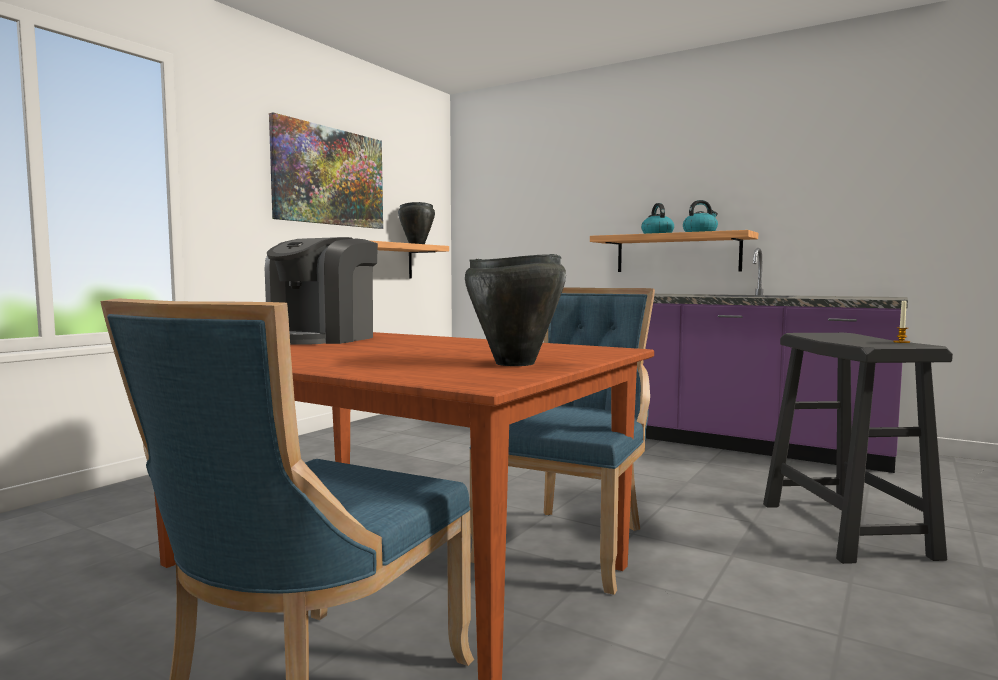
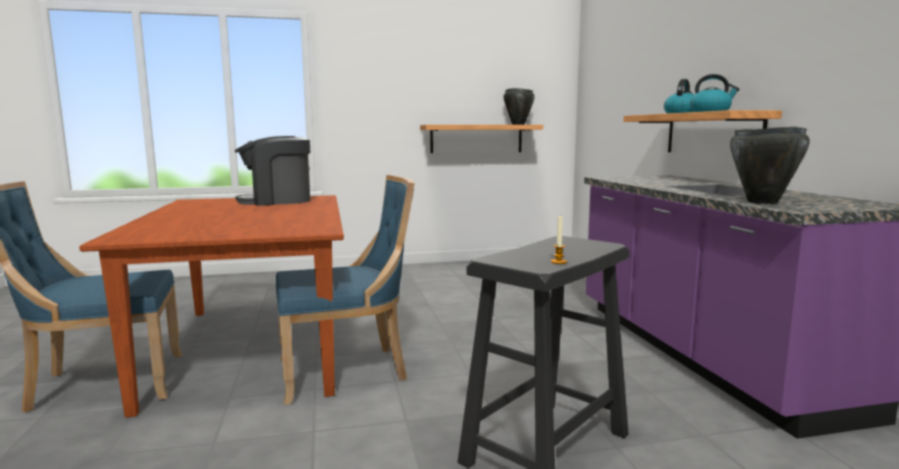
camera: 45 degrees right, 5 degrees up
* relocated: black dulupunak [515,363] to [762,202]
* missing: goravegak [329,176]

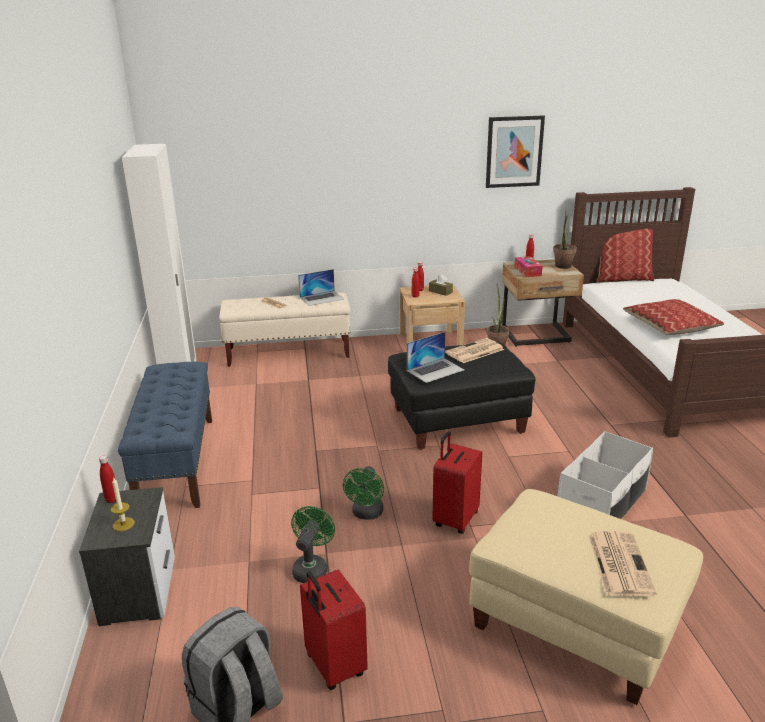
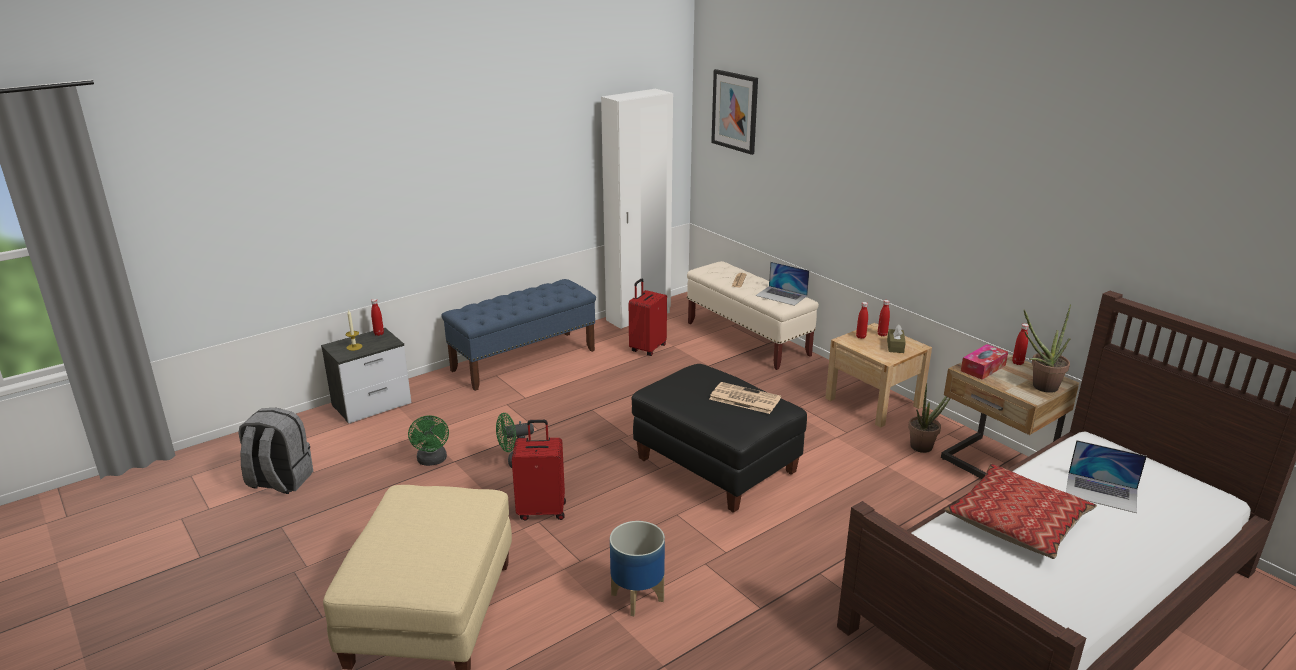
camera: 60 degrees right, 0 degrees up
* spun: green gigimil [311,568] = [432,461] 90 degrees clockwise
* exchanged: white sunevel [602,503] to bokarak [638,597]
* relocated: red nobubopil [334,666] to [647,348]
* relocated: goravegak [514,151] to [735,111]
* relocated: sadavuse [435,370] to [1101,492]
* missing: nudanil [619,563]
* missing: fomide [622,278]

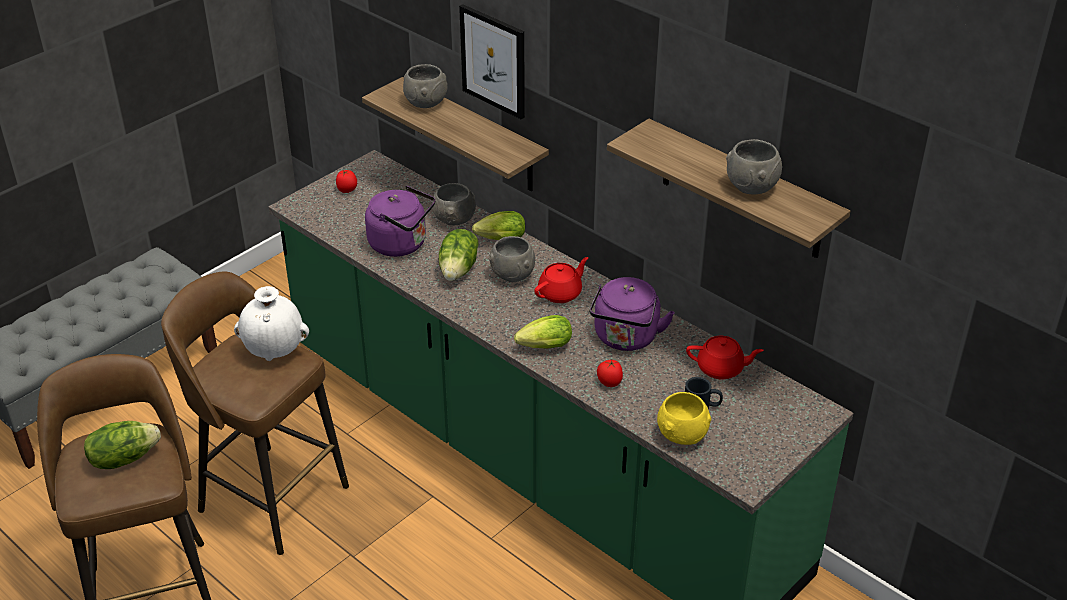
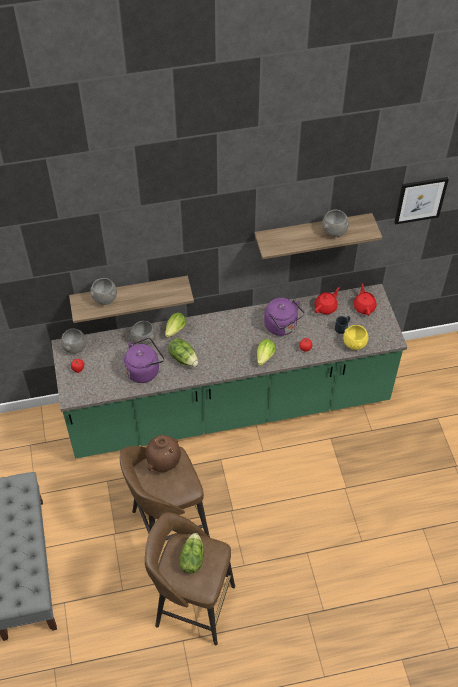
camera: 55 degrees left, 15 degrees up
* relocated: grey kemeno [511,276] to [74,348]
* colour: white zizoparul [275,352] to brown zizoparul [164,462]
* relocated: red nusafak [561,293] to [364,306]
* relocated: goravegak [493,61] to [420,200]

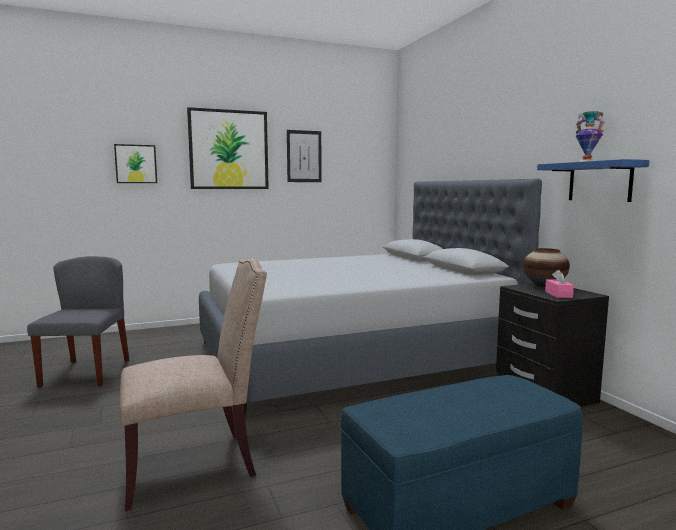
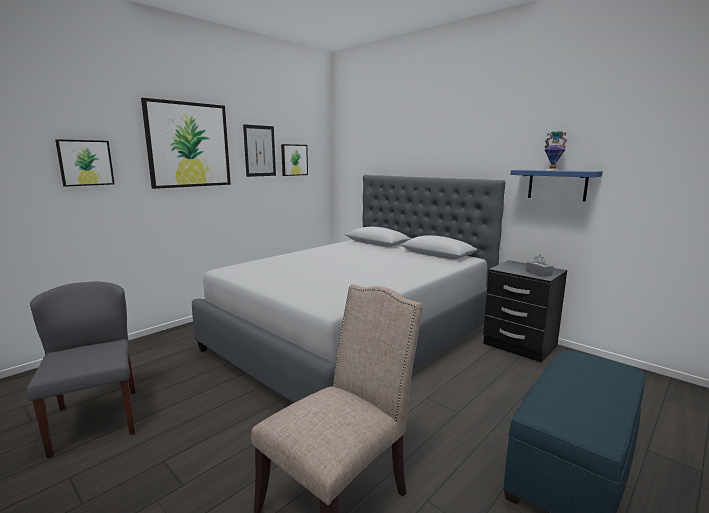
camera: 25 degrees left, 5 degrees up
* appeared: goravegak [294,160]
* colour: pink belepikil [558,294] to grey belepikil [538,273]
* missing: zizoparul [544,285]

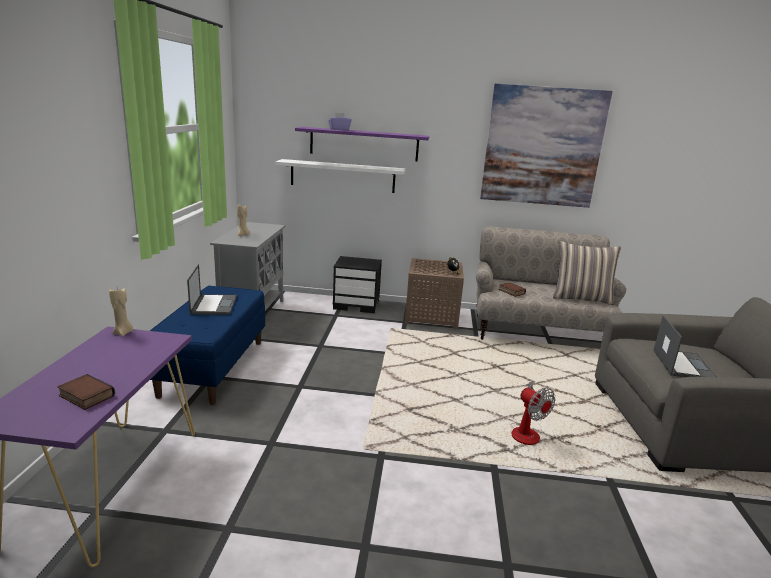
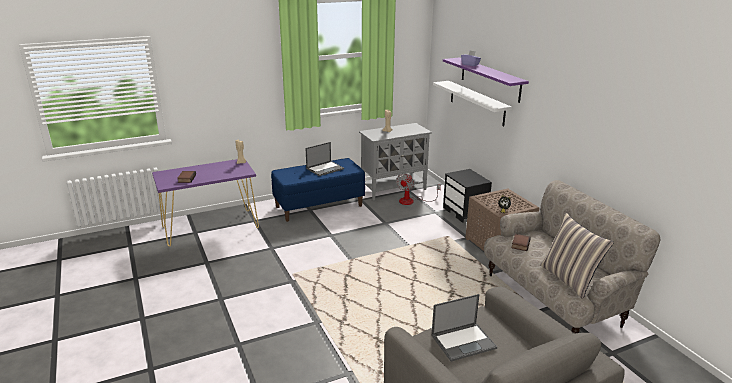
camera: 60 degrees right, 5 degrees up
* relocated: gigimil [526,431] to [411,201]
* missing: goravegak [542,147]

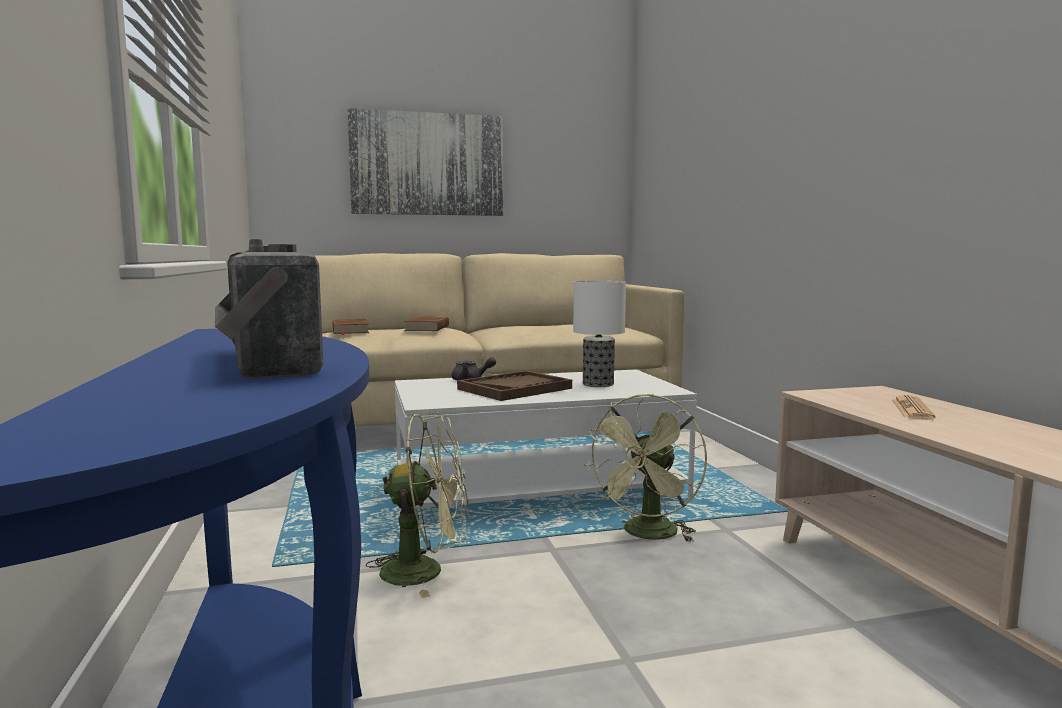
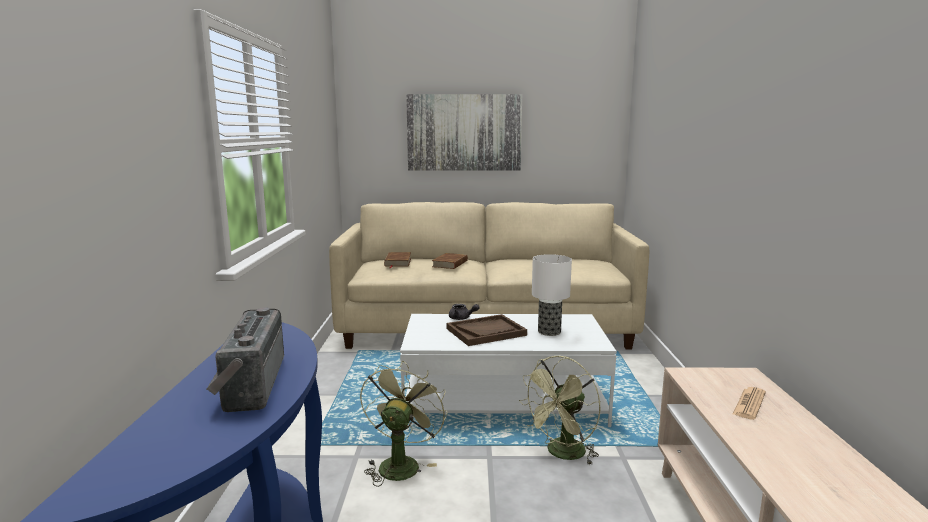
camera: 15 degrees right, 5 degrees up
* spun: green gigimil [426,571] = [400,463] 90 degrees counterclockwise

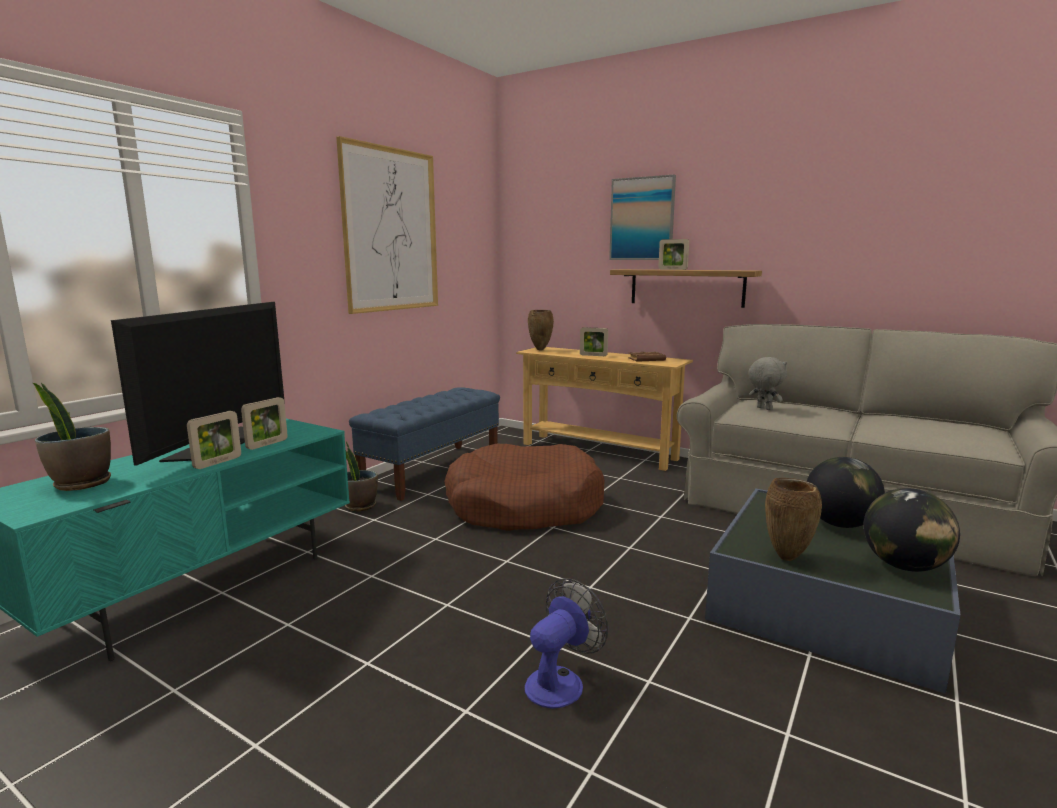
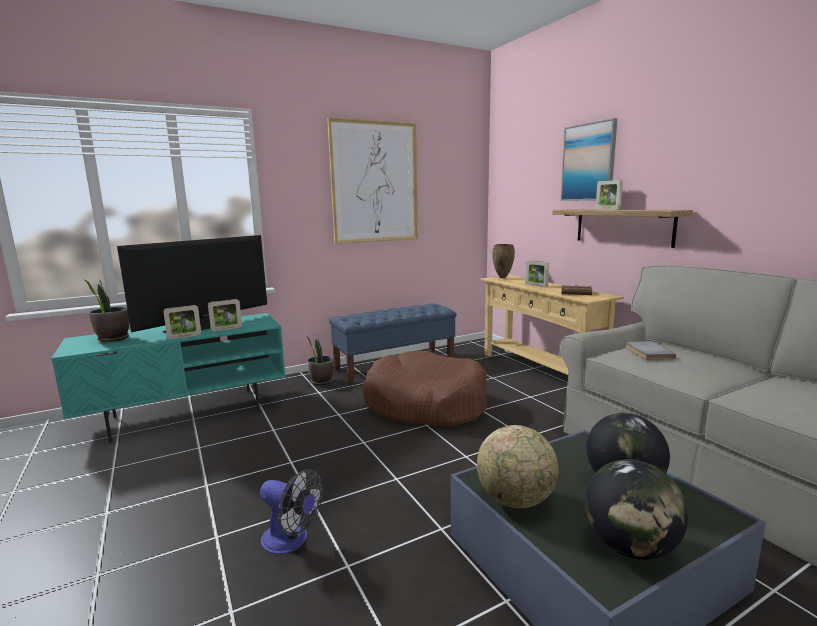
camera: 30 degrees right, 0 degrees up
* spun: gigimil [560,681] = [291,540] 45 degrees clockwise
* exchanged: brown zizoparul [788,558] to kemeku [516,500]
* exchanged: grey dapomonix [763,408] to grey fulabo [647,352]

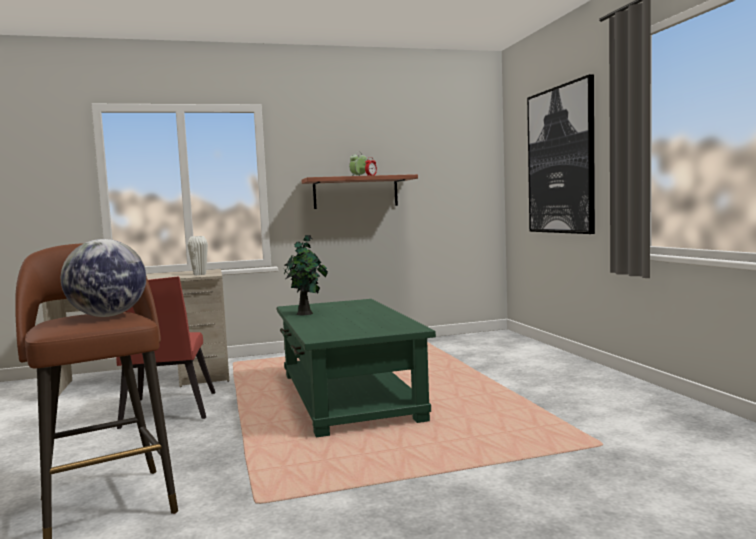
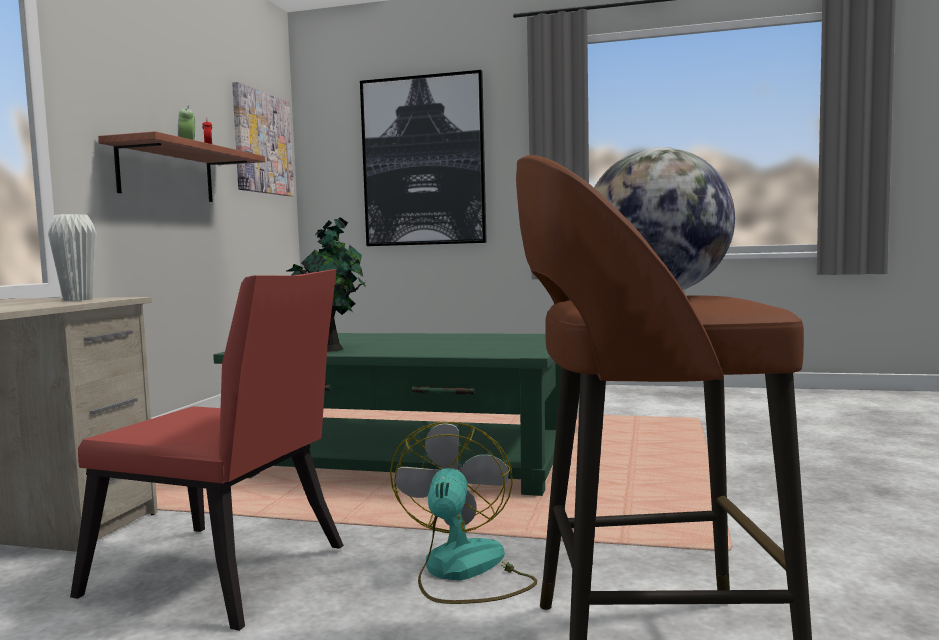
camera: 60 degrees left, 0 degrees up
* appeared: goravegak [262,143]
* appeared: gigimil [463,572]

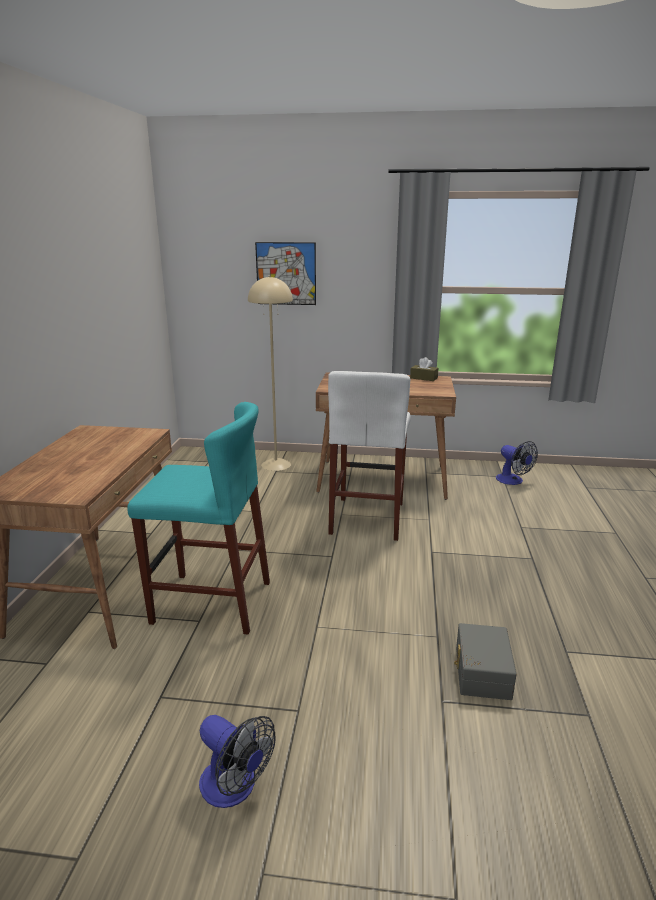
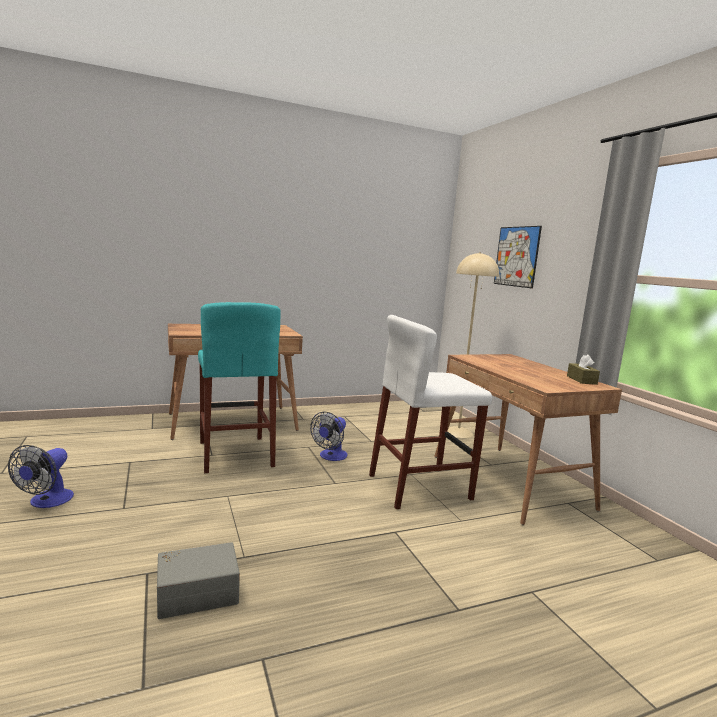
camera: 60 degrees right, 10 degrees down
* relocated: gigimil [513,481] to [330,457]

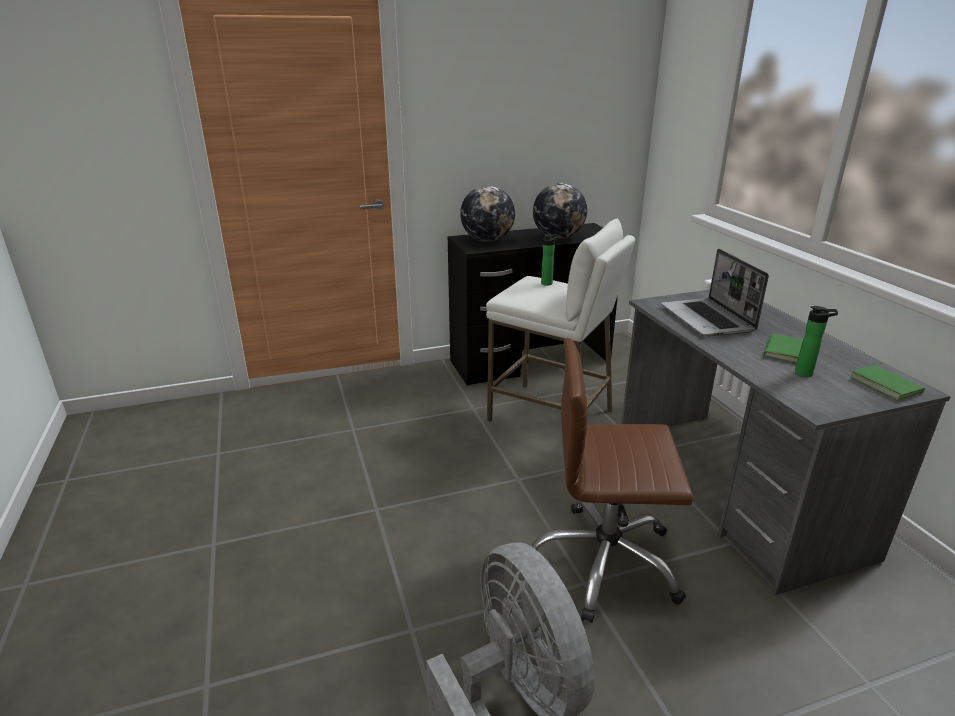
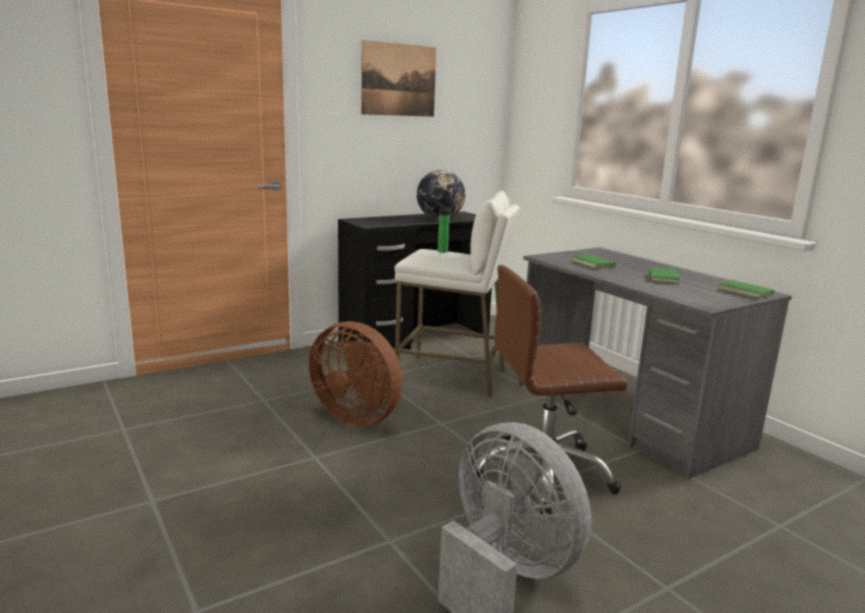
camera: 15 degrees left, 10 degrees down
* appeared: brown gigimil [359,416]
* appeared: goravegak [399,80]
* exchanged: sadavuse [708,319] to green fulabo [594,264]
* missing: kemeku [487,240]
* missing: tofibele [806,374]

